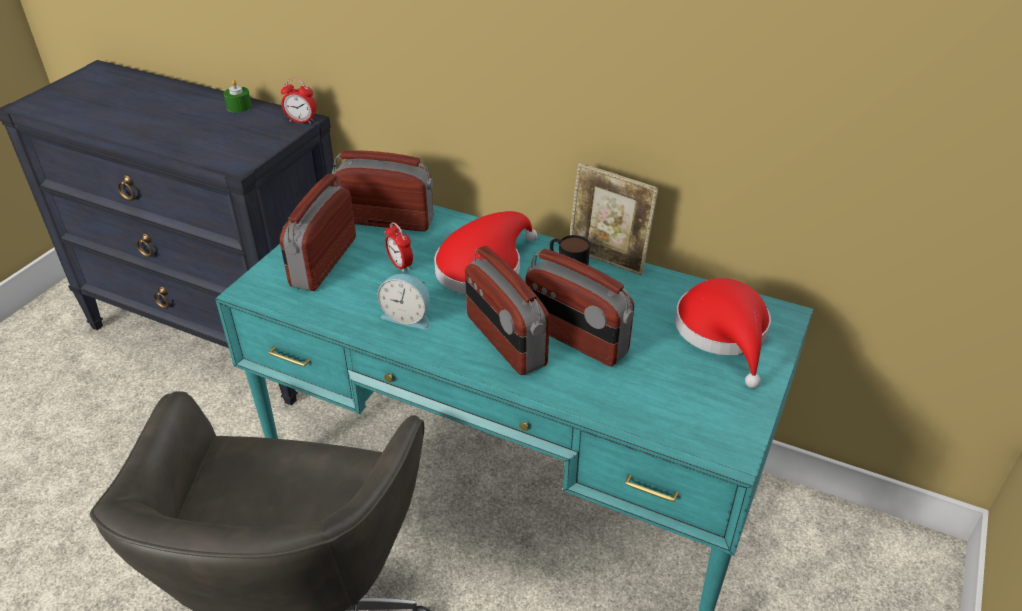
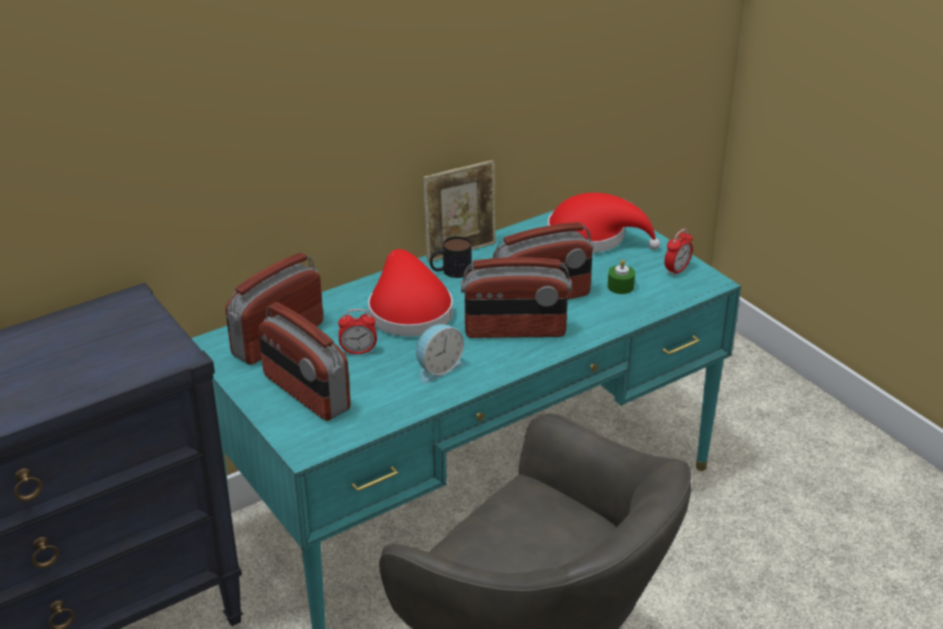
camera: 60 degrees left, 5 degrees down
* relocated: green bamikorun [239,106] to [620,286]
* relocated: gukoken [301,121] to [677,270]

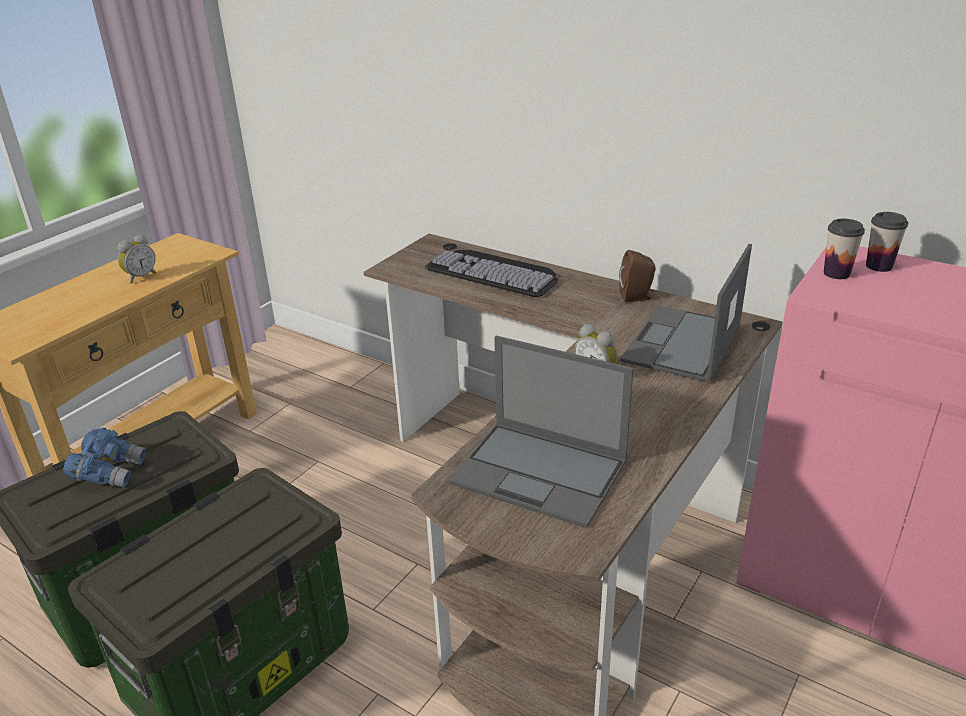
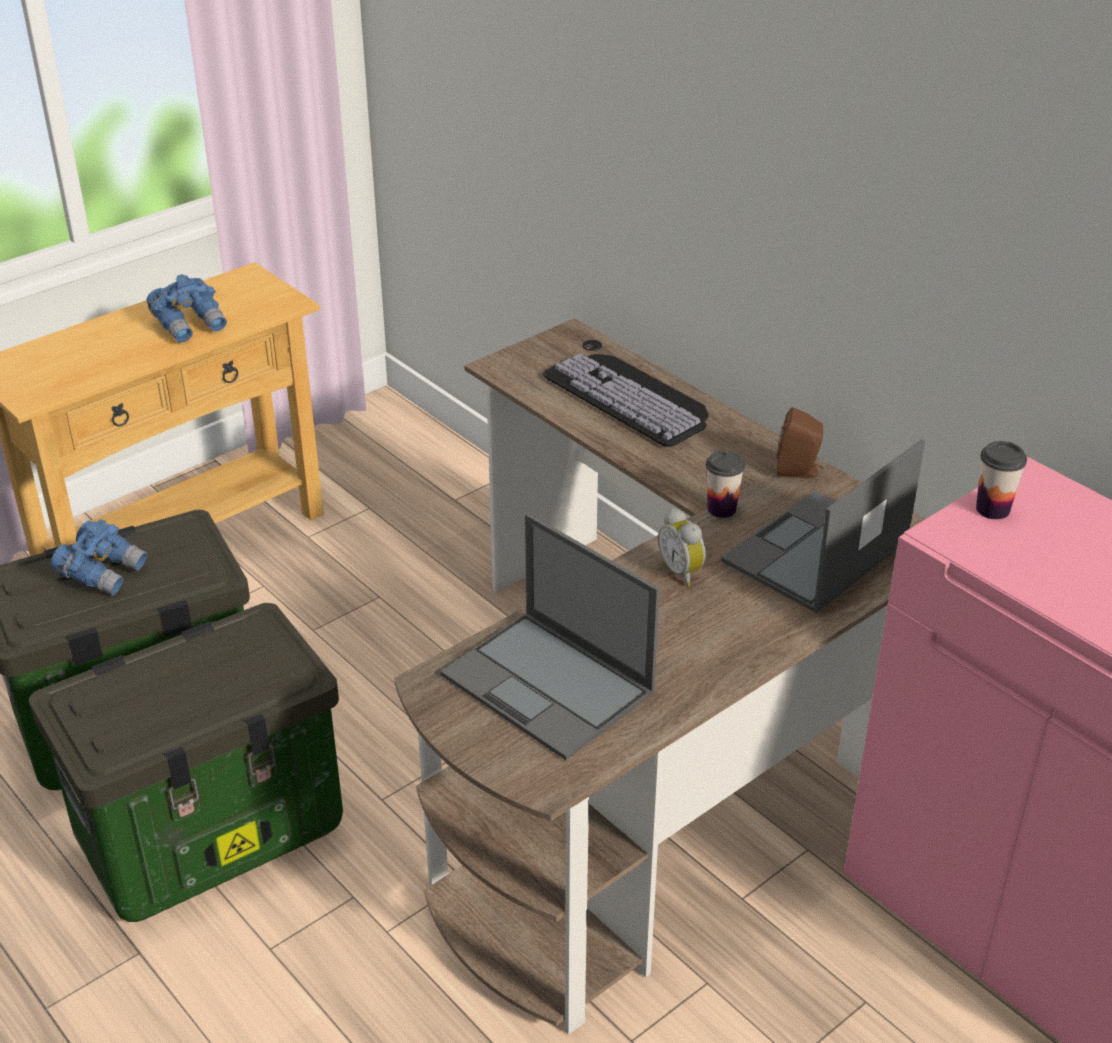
camera: 15 degrees right, 5 degrees up
* exchanged: gukoken [140,277] to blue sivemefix [190,325]
* relocated: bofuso [879,266] to [721,509]

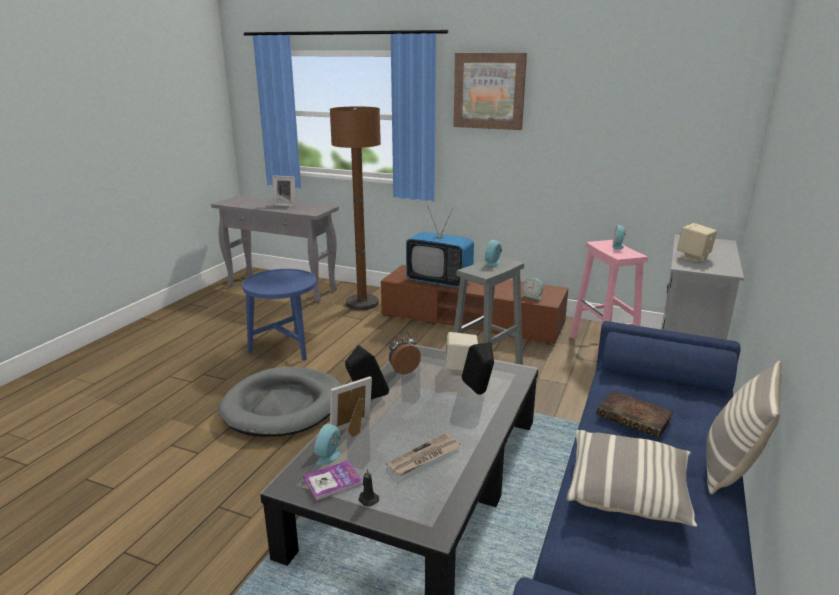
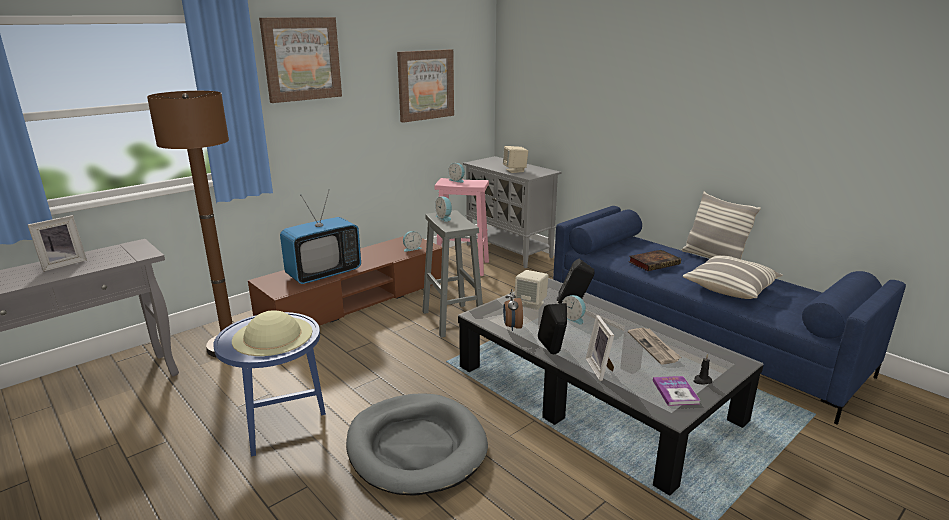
camera: 65 degrees left, 0 degrees up
* appeared: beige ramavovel [272,335]
* appeared: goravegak [425,85]
* relocated: gukoken [330,456] to [574,318]

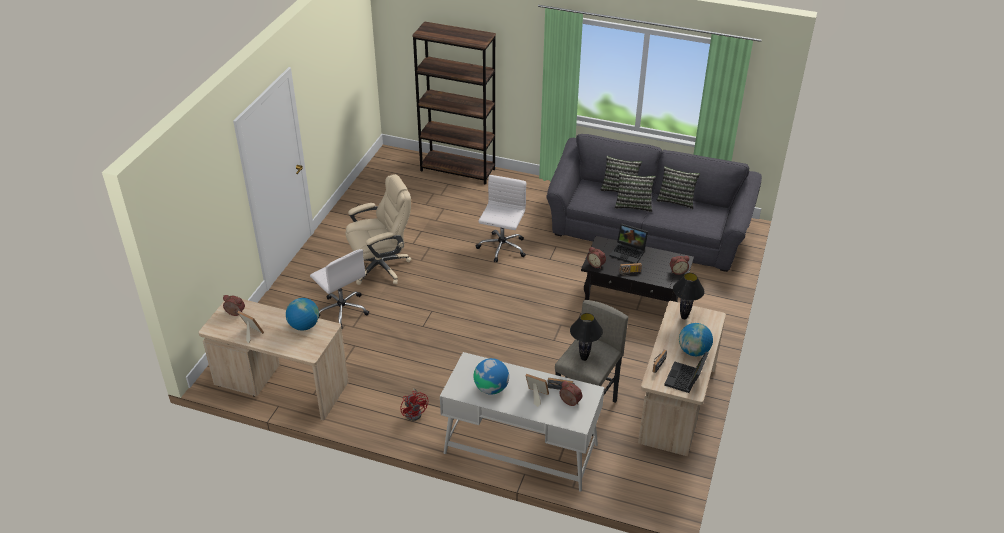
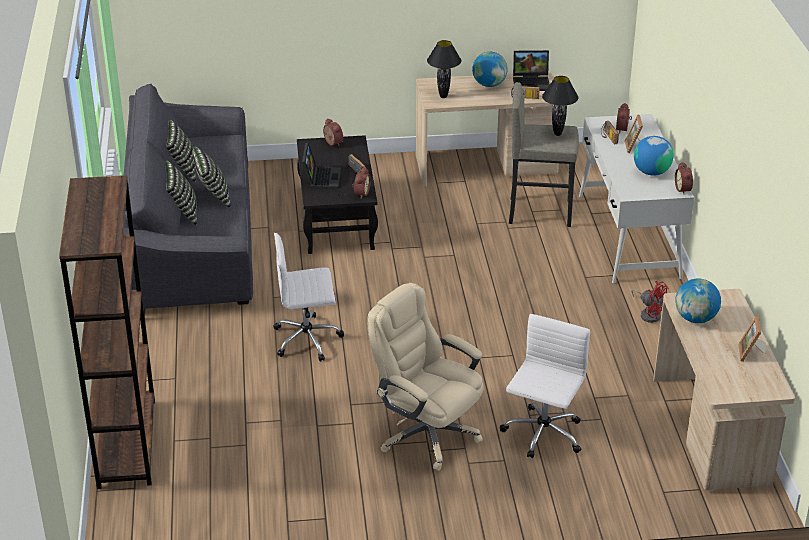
camera: 115 degrees left, 5 degrees down
* spun: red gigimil [415,412] = [649,314] 90 degrees clockwise
* relocated: gukoken [235,313] to [684,189]

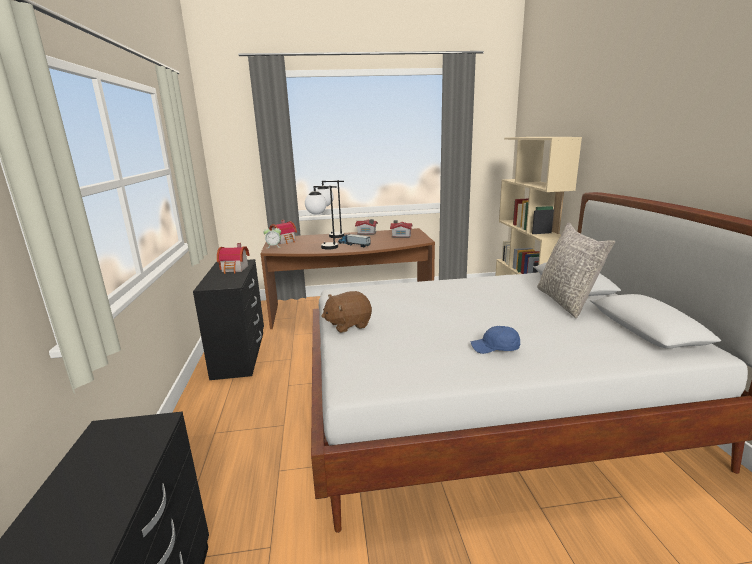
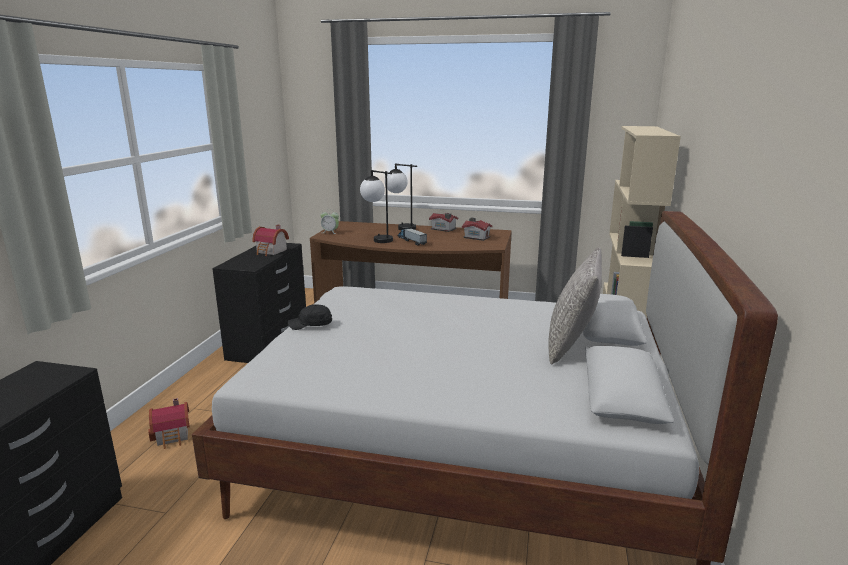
camera: 20 degrees right, 0 degrees up
* relocated: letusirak [285,241] to [173,436]
* exchanged: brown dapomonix [348,325] to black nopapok [311,325]
* missing: blue nopapok [495,348]

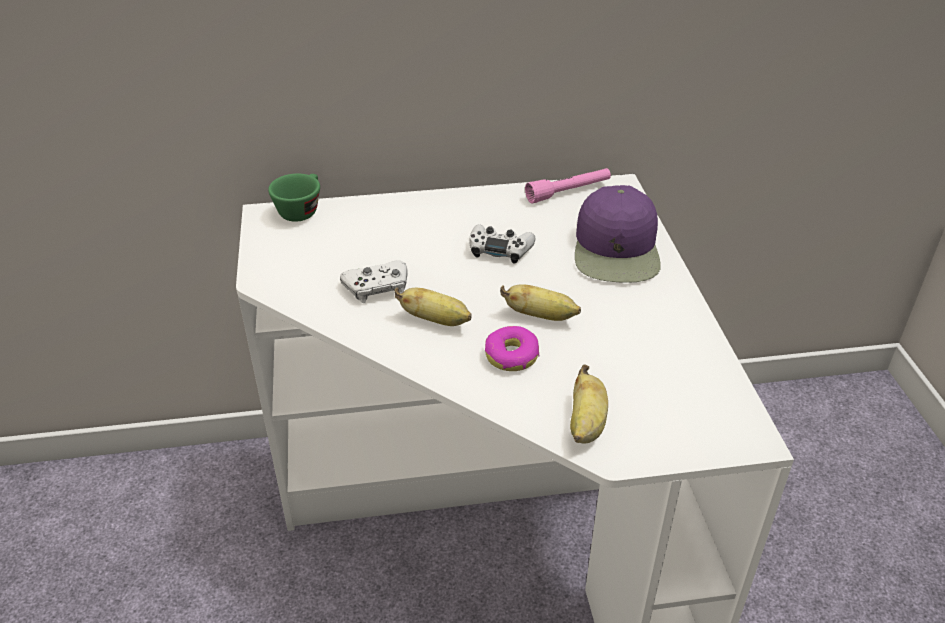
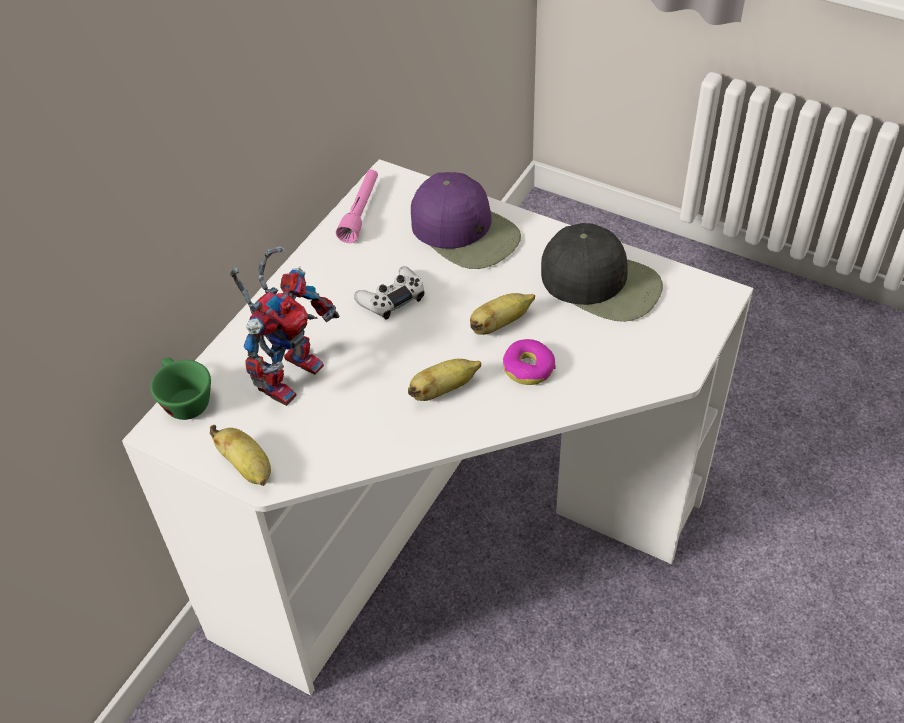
camera: 50 degrees left, 10 degrees up
* relocated: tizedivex [586,424] to [248,467]
* appeared: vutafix [290,371]
* appeared: black nopapok [602,283]
* missing: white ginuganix [377,288]

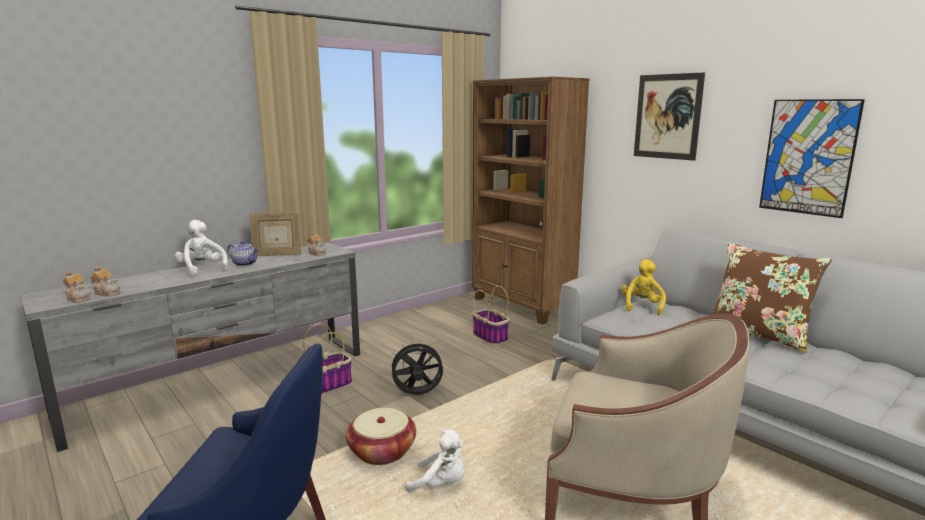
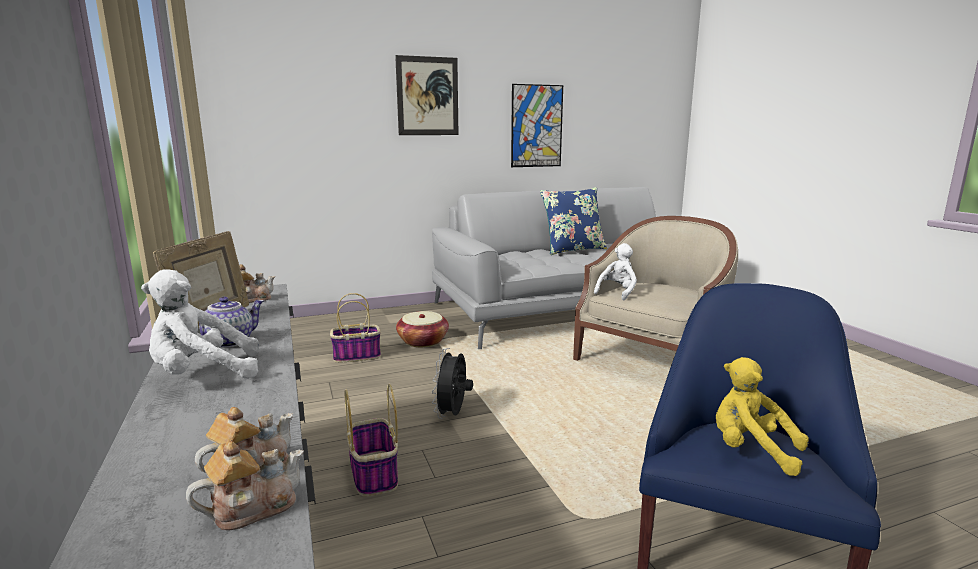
camera: 70 degrees left, 0 degrees up
* relocated: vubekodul [382,451] to [423,341]
* colour: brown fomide [758,334] to blue fomide [573,250]
* relocated: white dapomonix [441,484] to [617,292]
* relocated: yellow dapomonix [642,306] to [751,450]
* missing: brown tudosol [522,305]

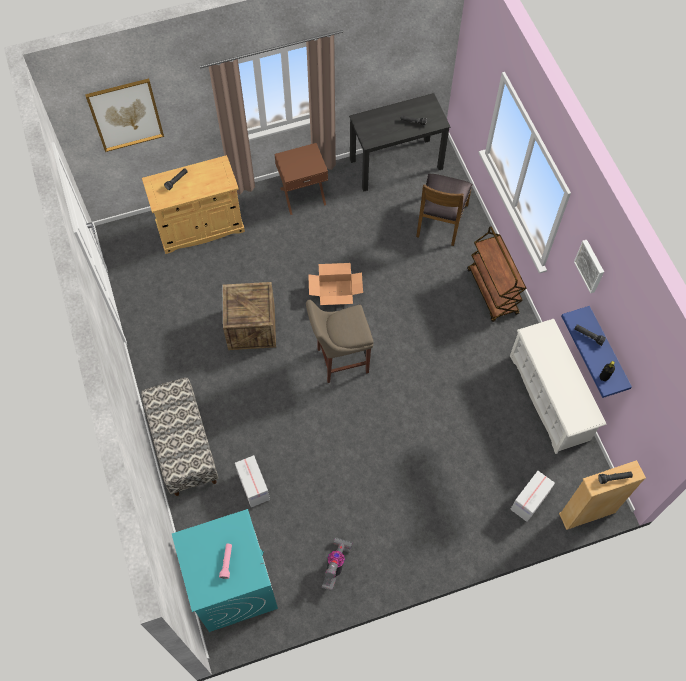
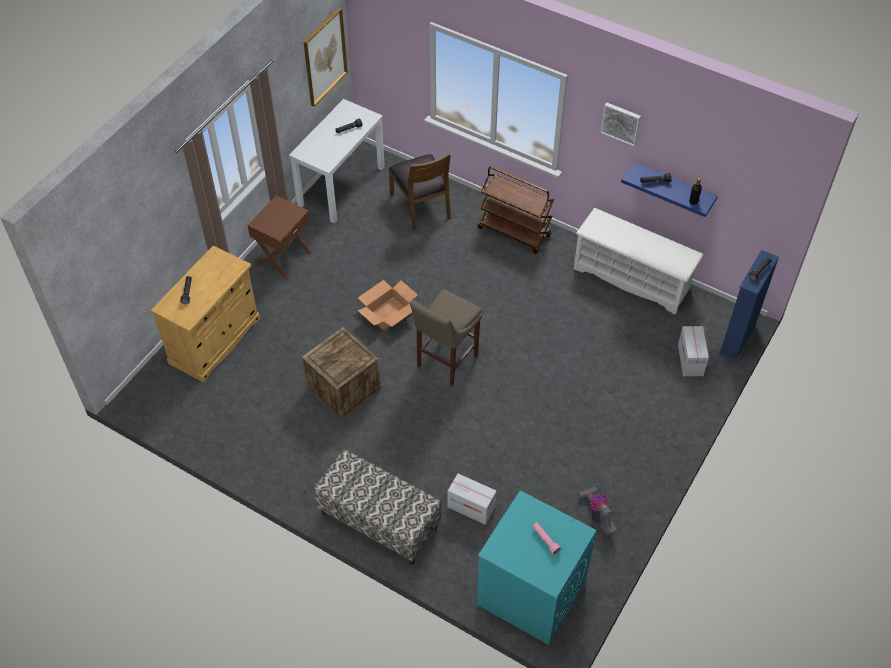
camera: 40 degrees left, 10 degrees down
* colour: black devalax [396,164] to white devalax [341,186]
* relocated: goravegak [125,115] to [324,57]
* colour: beige tudosol [587,513] to blue tudosol [737,339]

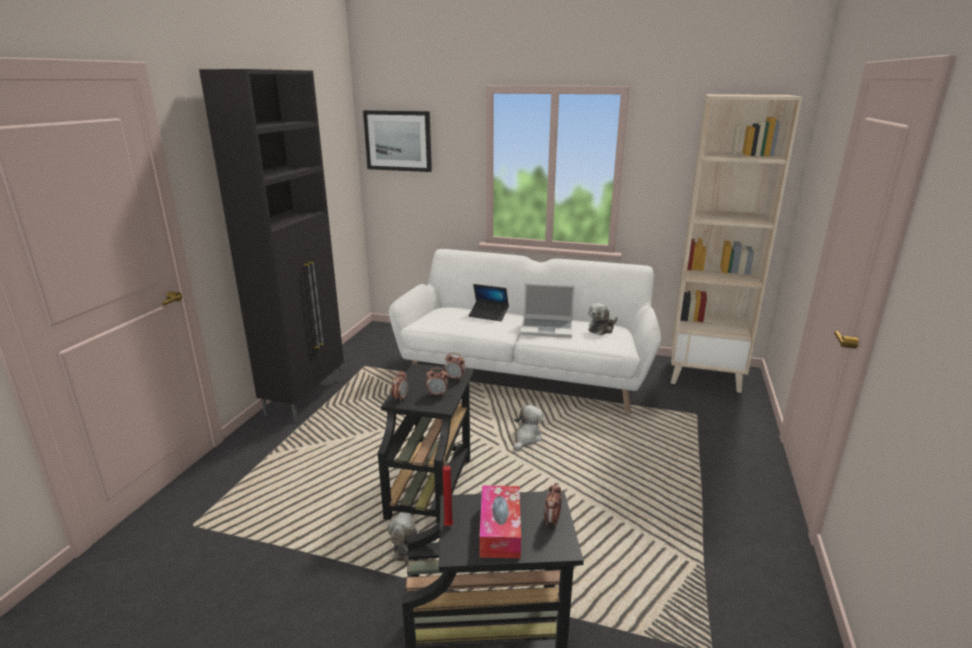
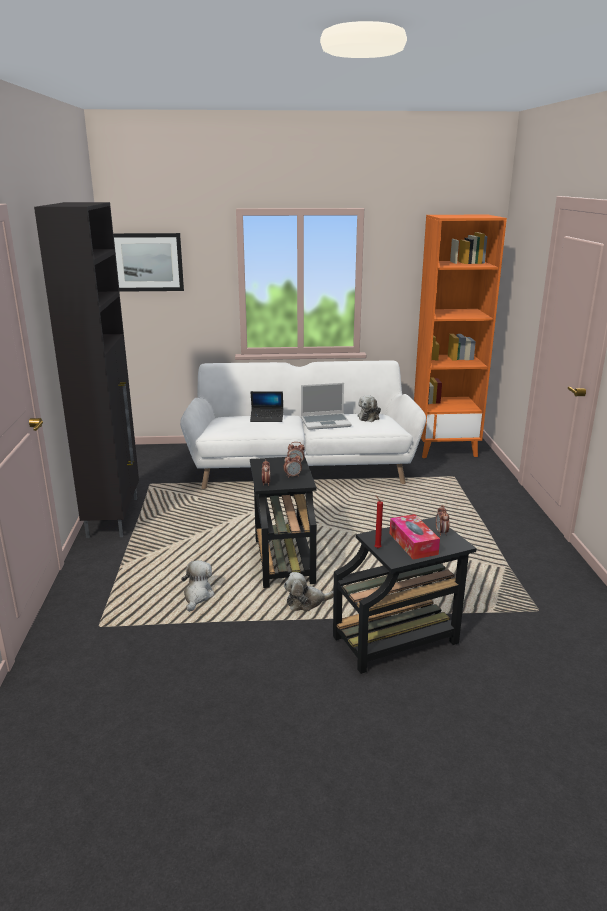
camera: 20 degrees left, 0 degrees up
* relocated: dapomonix [526,438] to [197,596]
* colour: beige tudosol [705,375] to orange tudosol [445,448]

